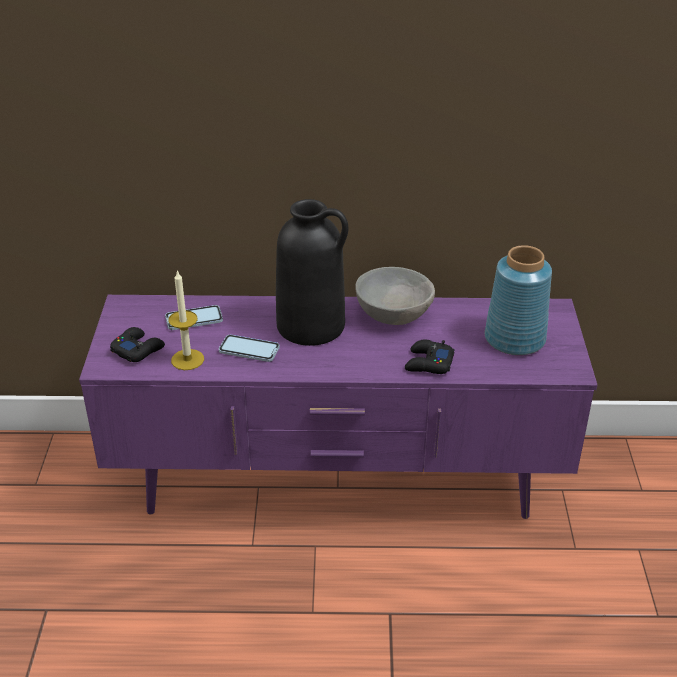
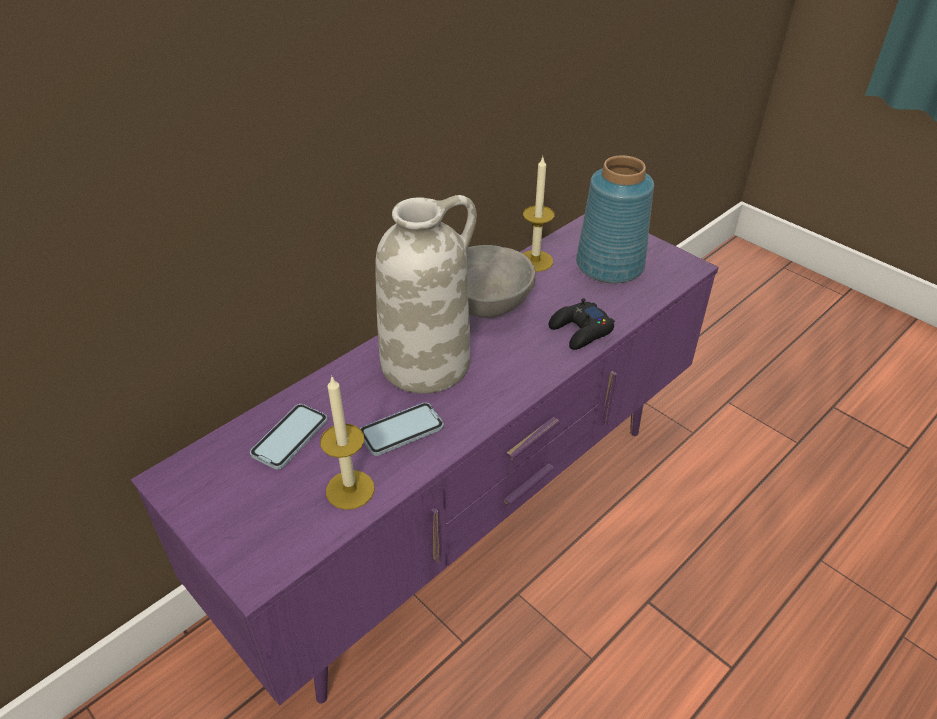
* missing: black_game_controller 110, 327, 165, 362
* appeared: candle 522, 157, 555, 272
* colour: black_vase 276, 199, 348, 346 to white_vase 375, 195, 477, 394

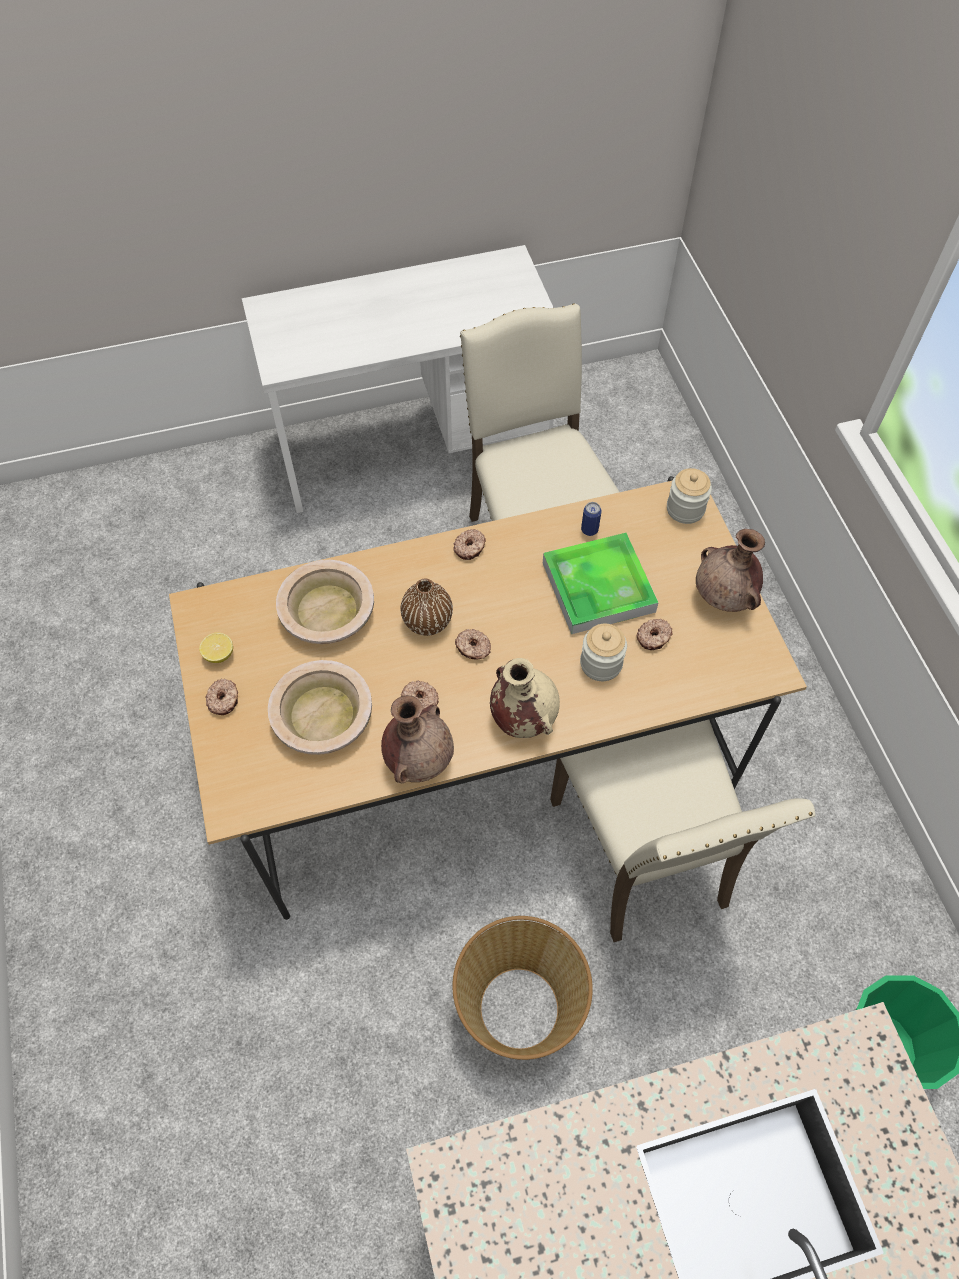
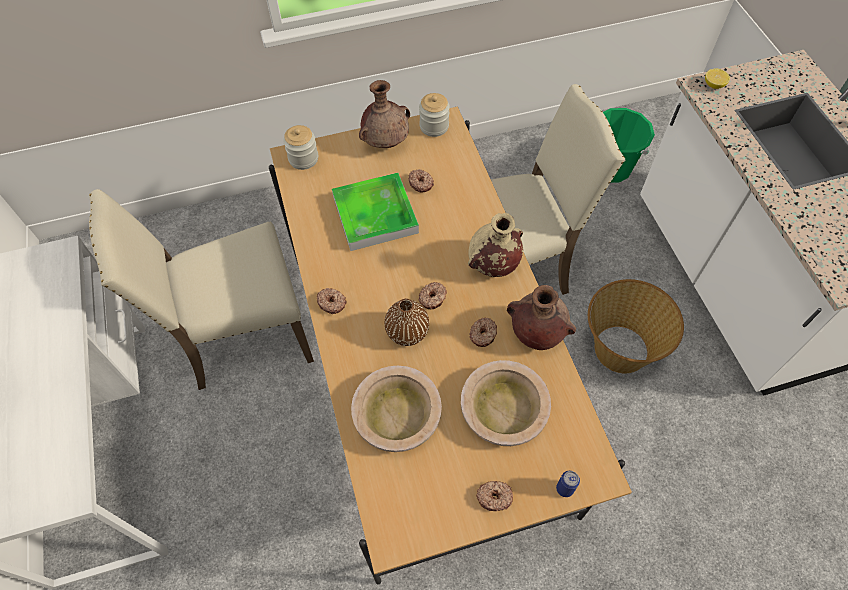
* relocated: lemon 199, 632, 233, 663 to 705, 68, 730, 89
* relocated: jar 580, 624, 627, 681 to 419, 93, 450, 137
* relocated: can 581, 502, 602, 536 to 556, 471, 580, 497

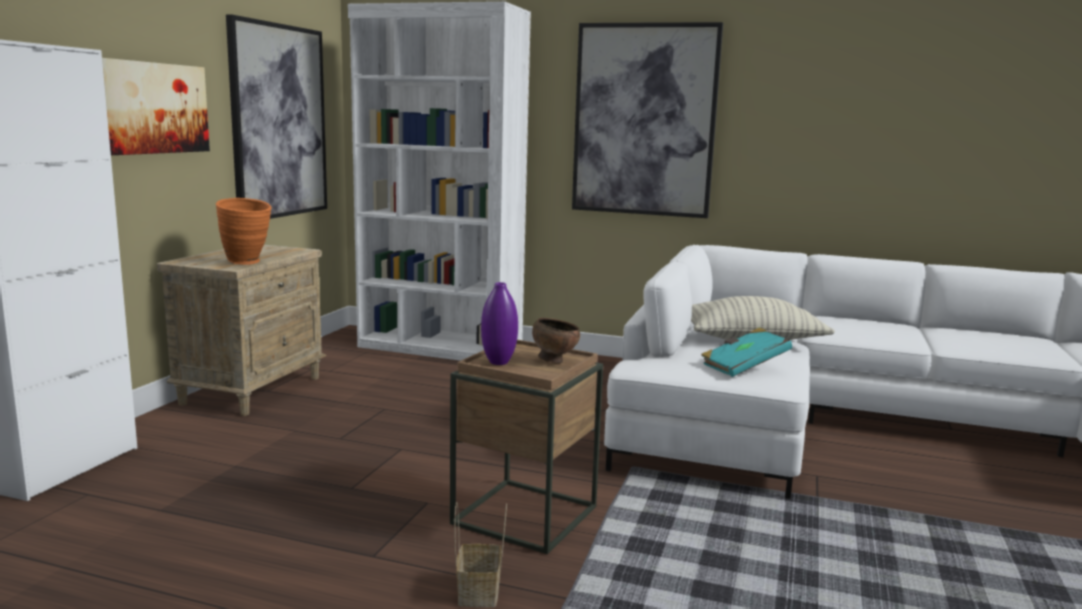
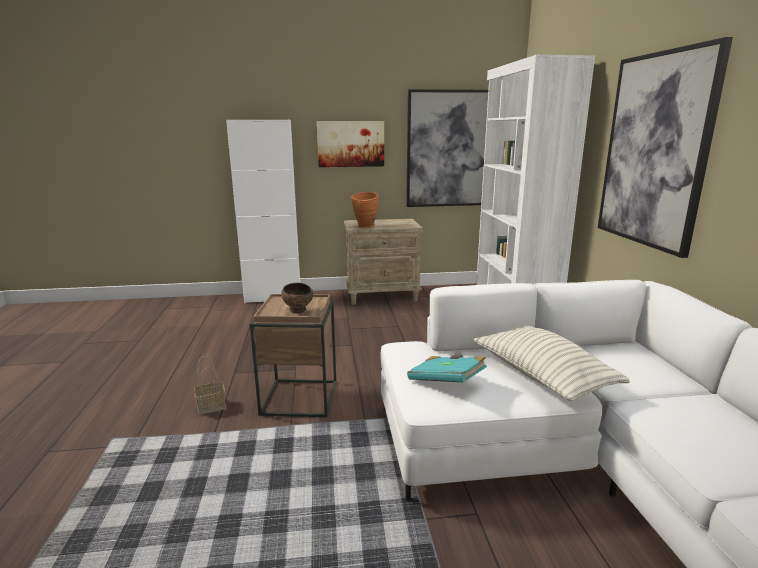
* missing: purple_vase 481, 282, 518, 365

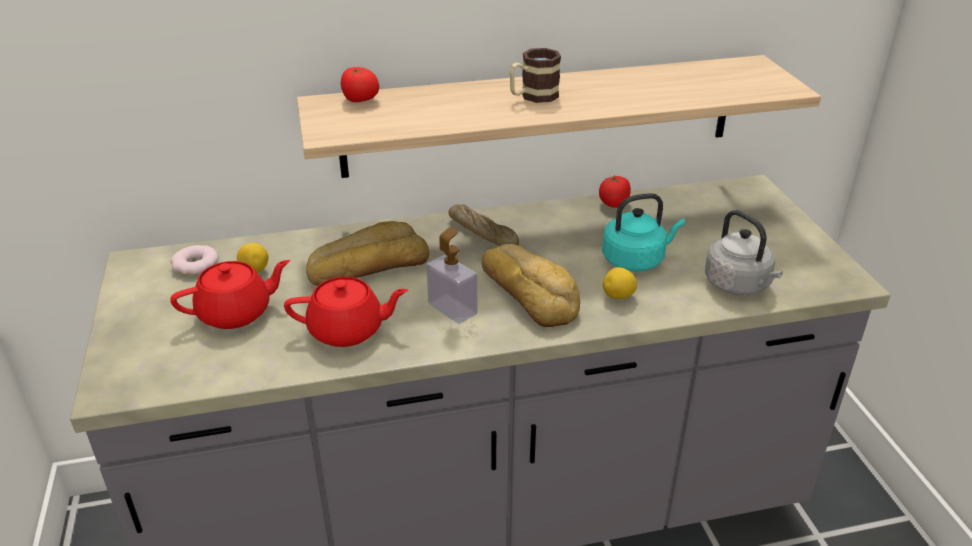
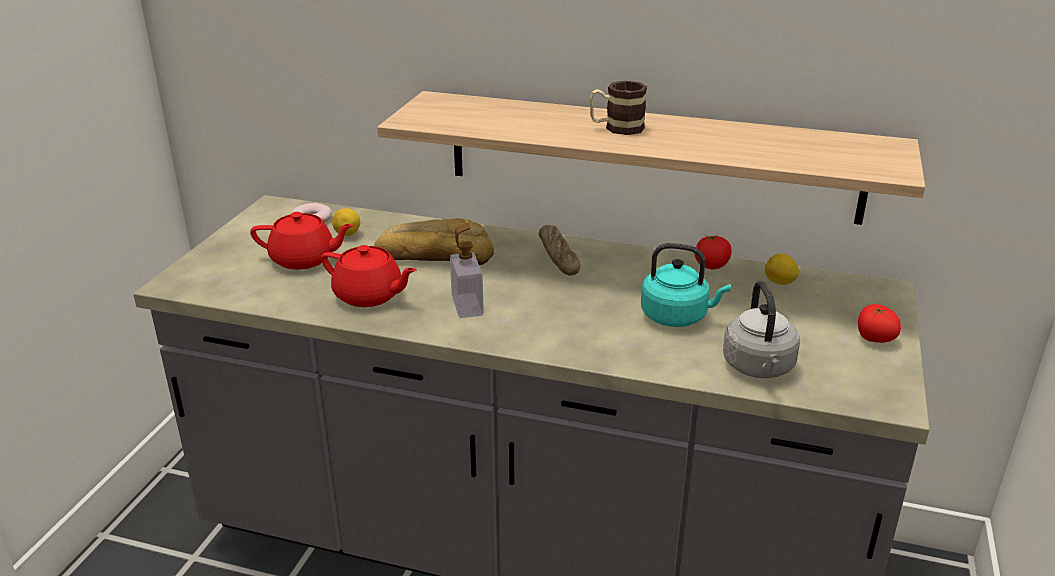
* missing: bread 481, 244, 580, 327
* relocated: tomato 341, 67, 379, 102 to 858, 304, 901, 343
* relocated: lemon 603, 267, 637, 299 to 765, 254, 799, 285

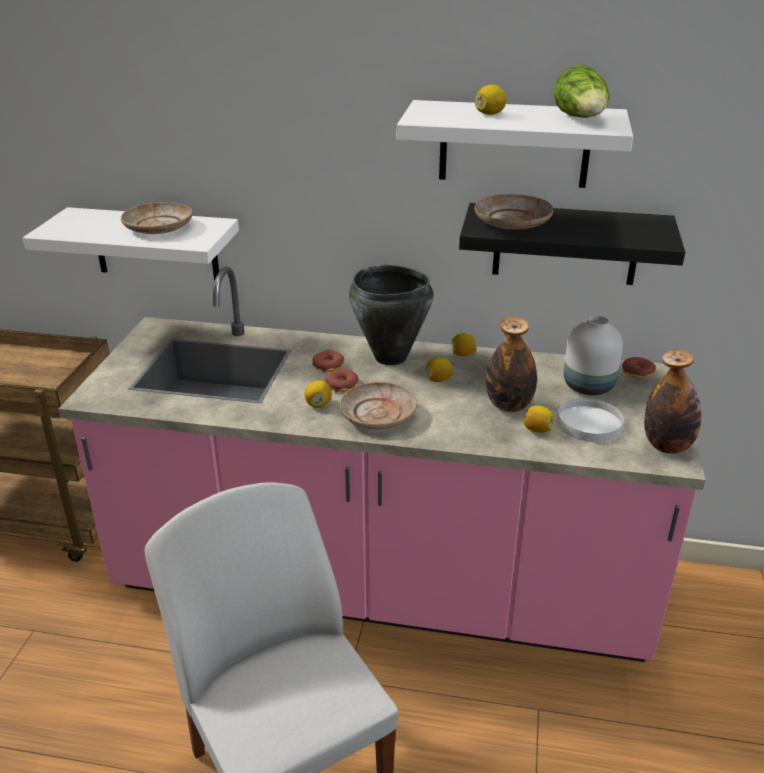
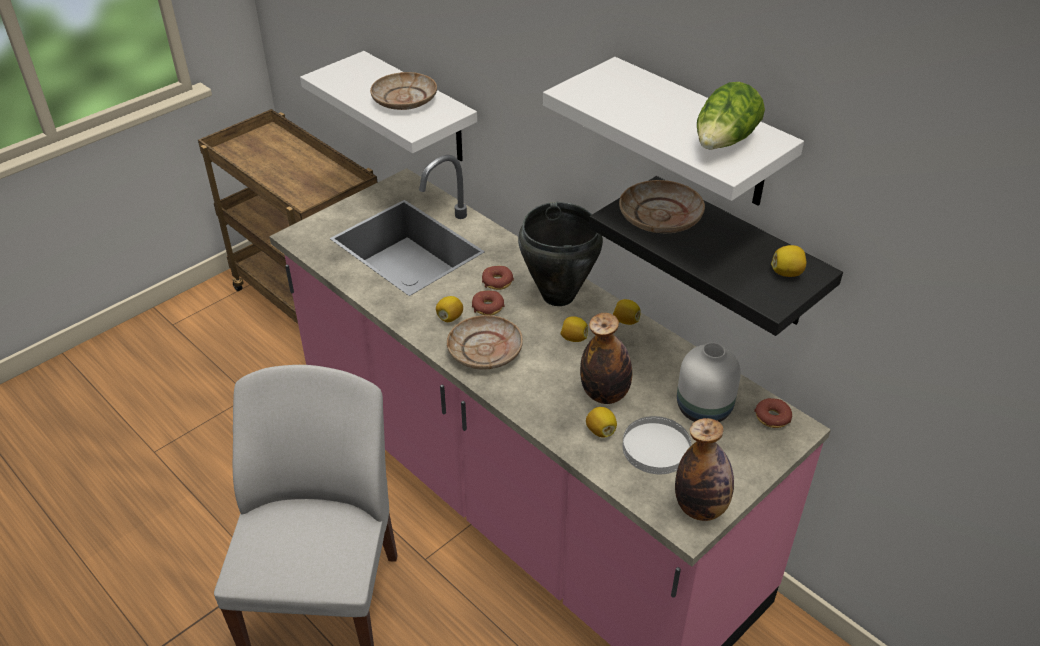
* relocated: lemon 475, 85, 507, 115 to 771, 245, 806, 277

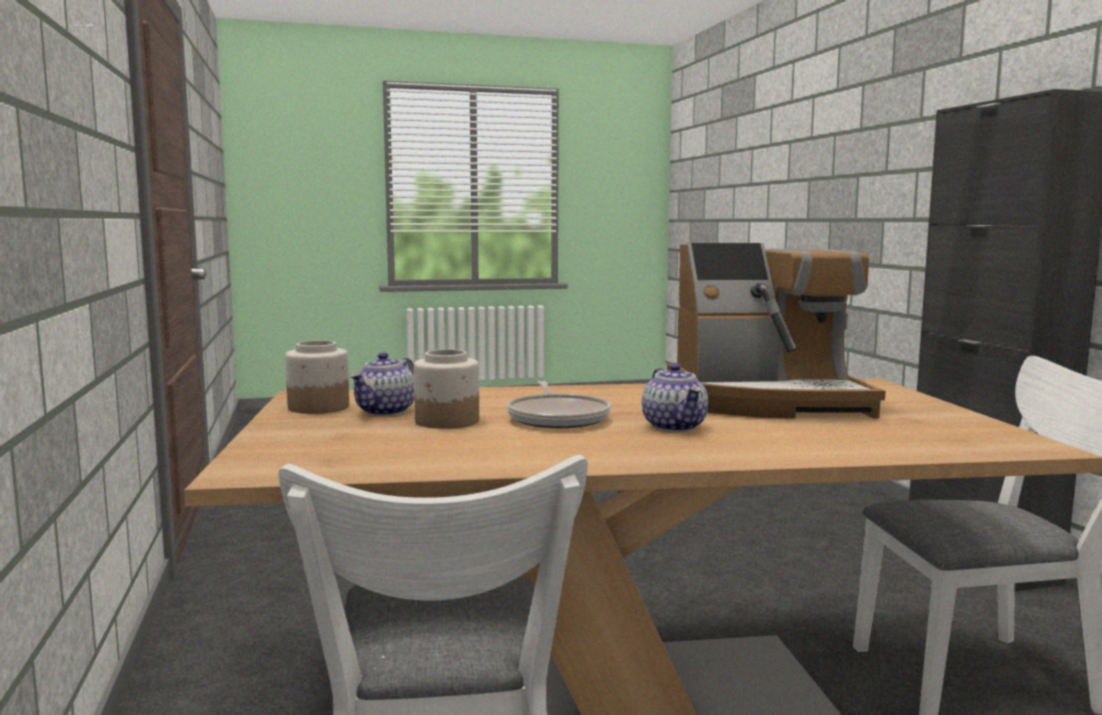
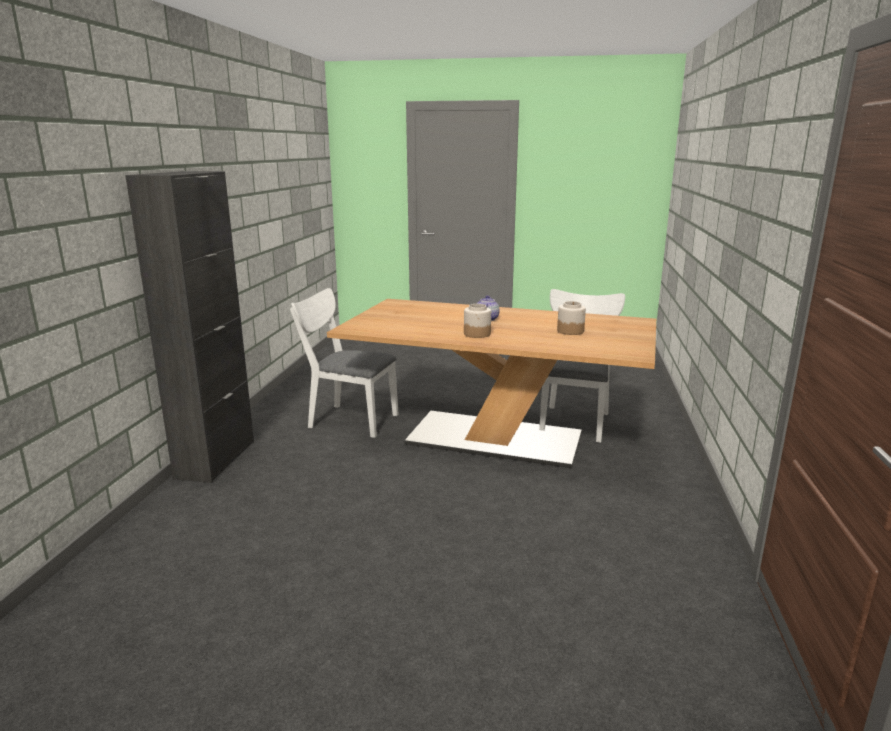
* missing: teapot 350, 352, 414, 416
* missing: frying_pan 507, 381, 611, 428
* missing: coffee_machine 667, 243, 886, 419
* relocated: jar 285, 340, 349, 414 to 464, 304, 491, 338

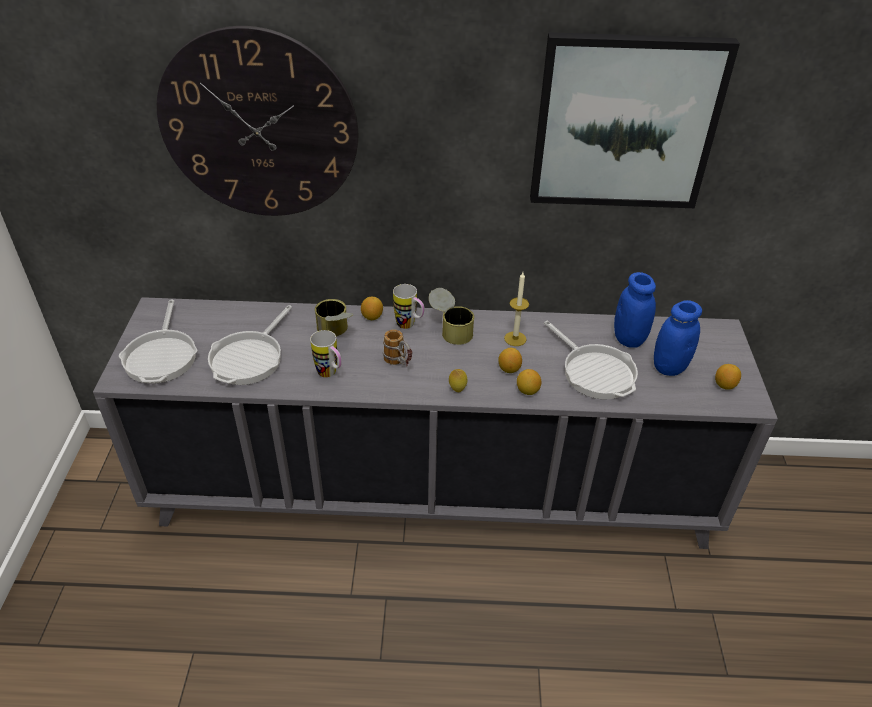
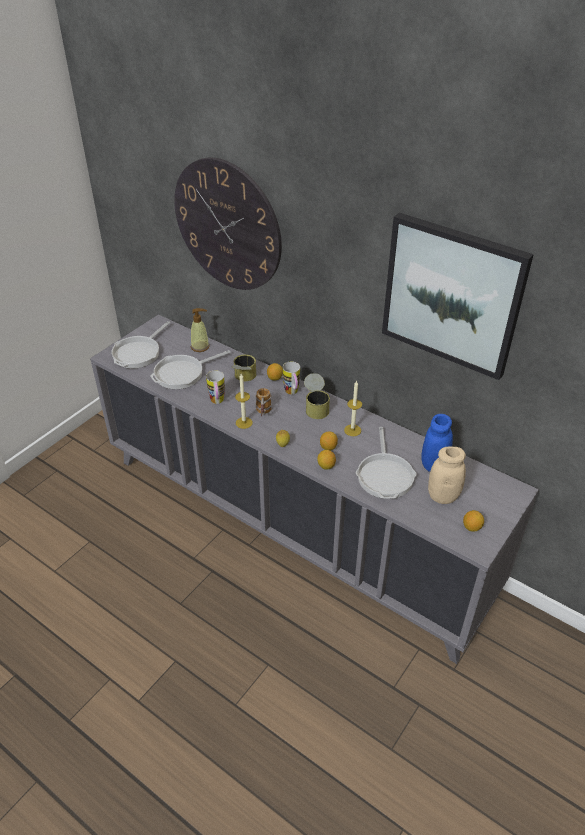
* appeared: soap_dispenser 191, 308, 210, 352
* appeared: candle 235, 374, 253, 429
* colour: blue_jar 654, 300, 702, 376 to beige_jar 428, 446, 466, 504

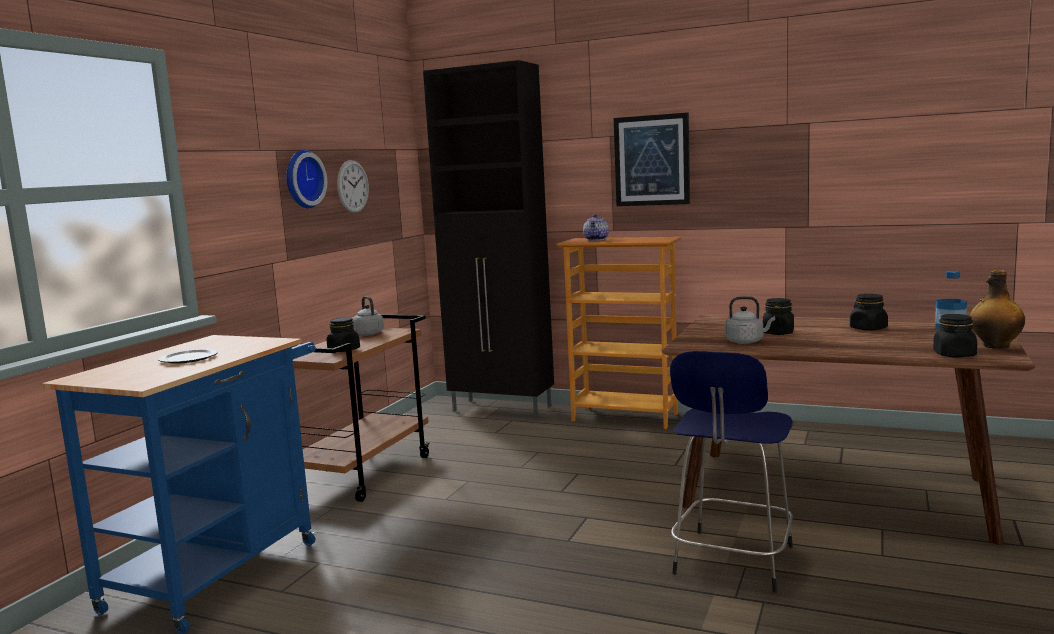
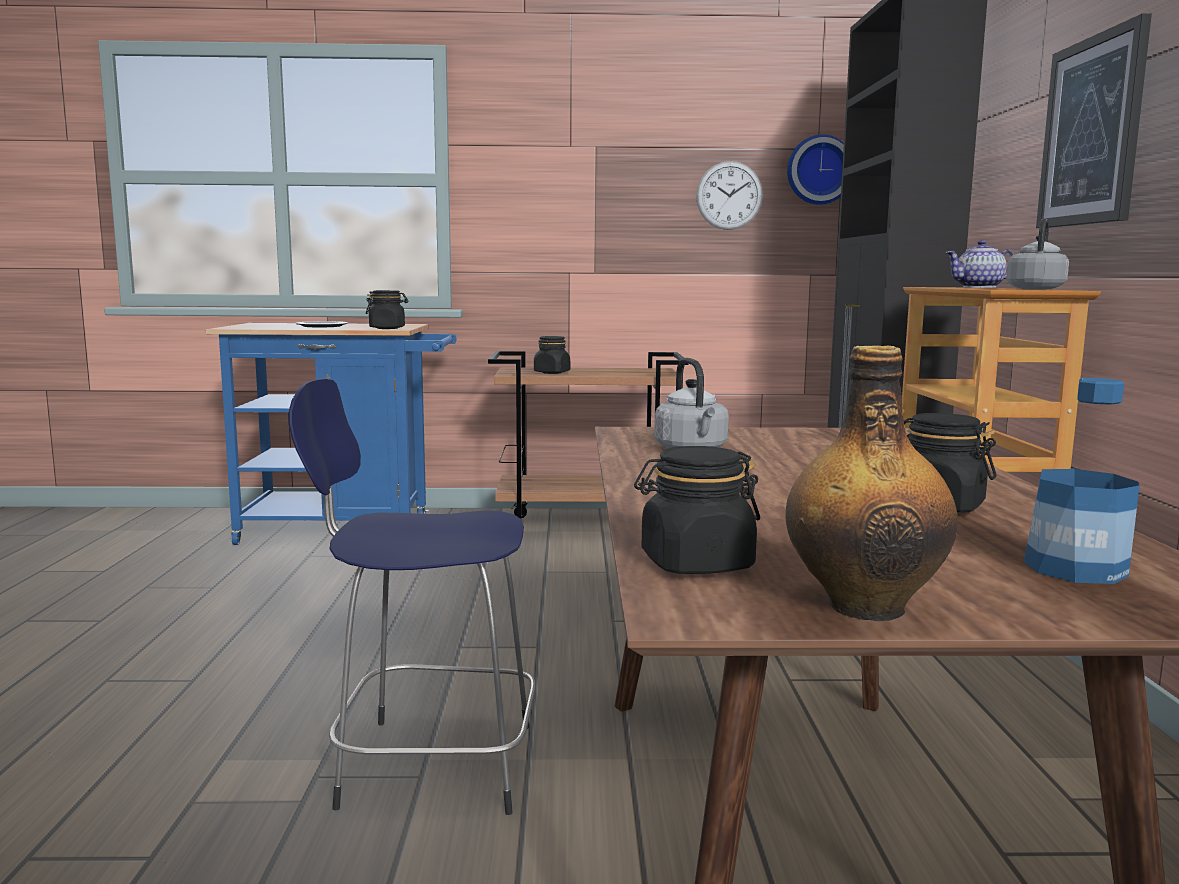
* relocated: wall_clock 286, 150, 327, 208 to 787, 135, 844, 205
* relocated: grey_kettle 352, 296, 384, 336 to 1006, 219, 1069, 290
* relocated: black_jar 763, 298, 794, 335 to 366, 290, 408, 329

